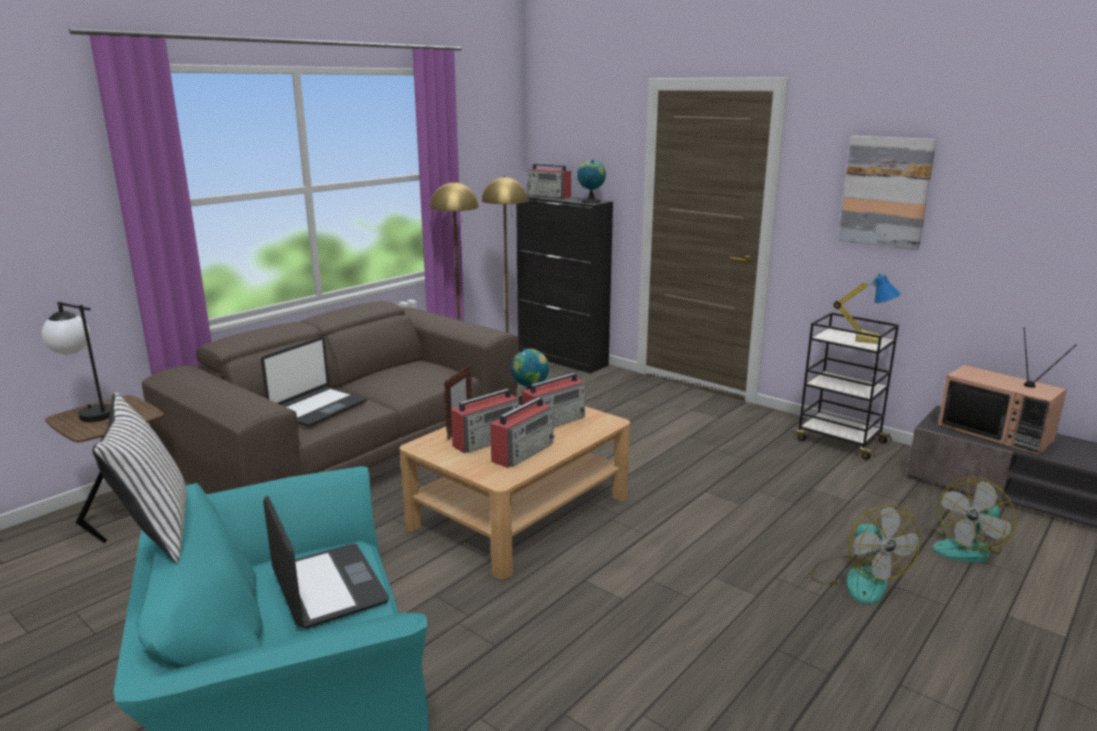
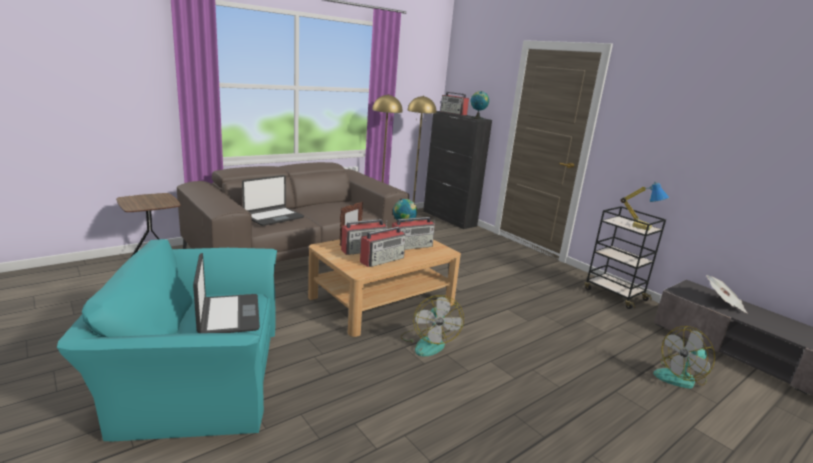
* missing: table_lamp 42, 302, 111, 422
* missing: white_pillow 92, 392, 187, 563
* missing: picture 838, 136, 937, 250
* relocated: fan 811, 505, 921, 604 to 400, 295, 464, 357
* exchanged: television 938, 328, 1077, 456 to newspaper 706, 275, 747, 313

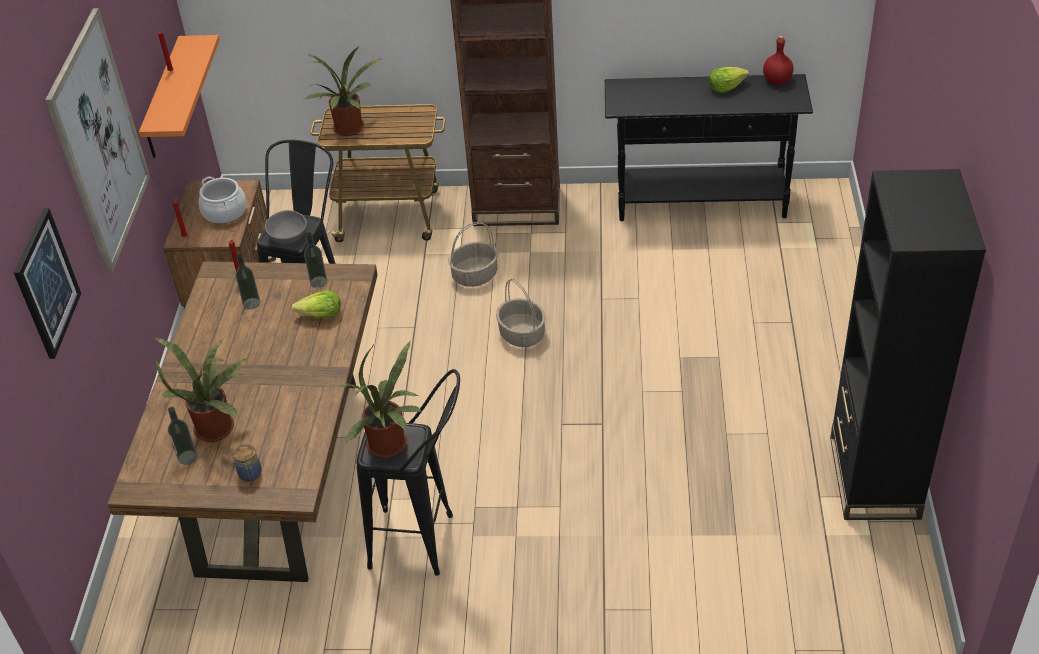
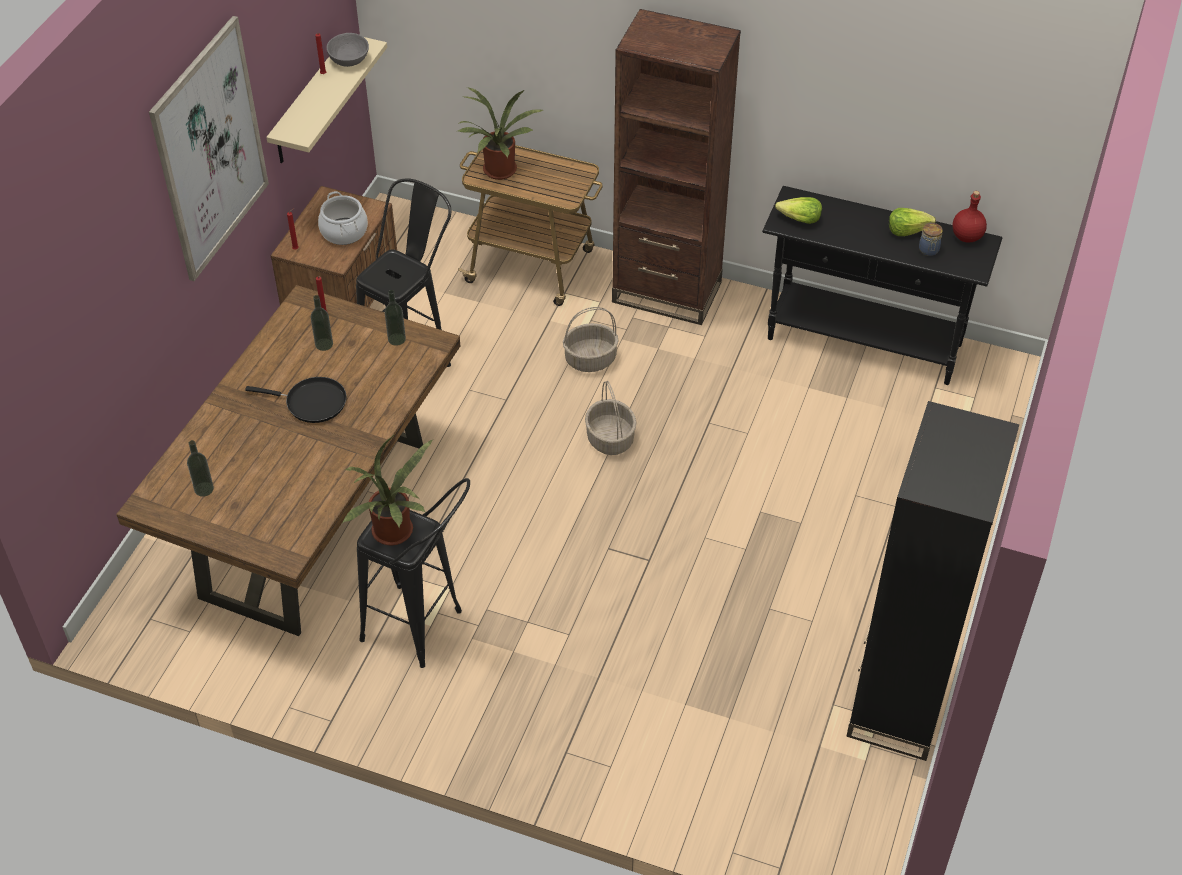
* missing: picture 14, 208, 81, 359
* missing: potted_plant 154, 338, 248, 442
* appeared: black_frying_pan 245, 377, 347, 423
* relocated: jar 233, 444, 262, 482 to 919, 223, 943, 256
* relocated: grey_bowl 265, 210, 307, 244 to 327, 33, 369, 67
* relocated: lettuce 291, 290, 341, 318 to 775, 197, 822, 224
* colour: orange_shelf 139, 35, 220, 158 to beige_shelf 266, 37, 387, 163

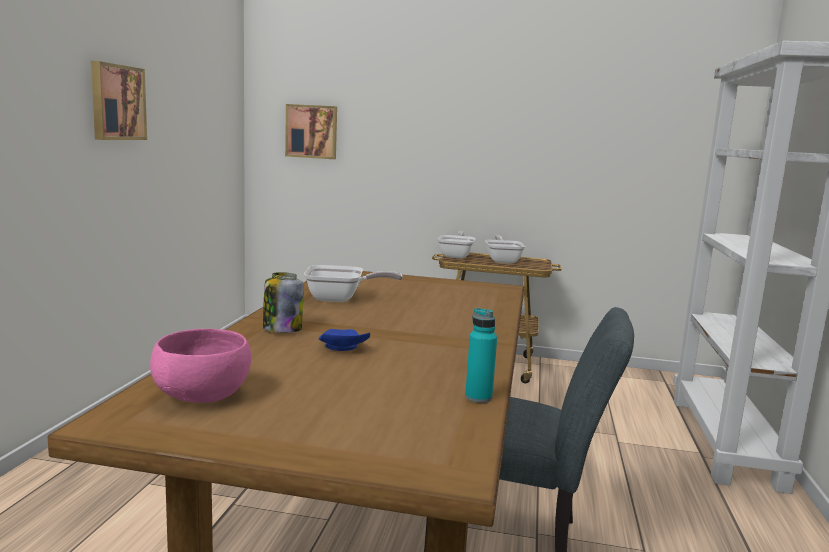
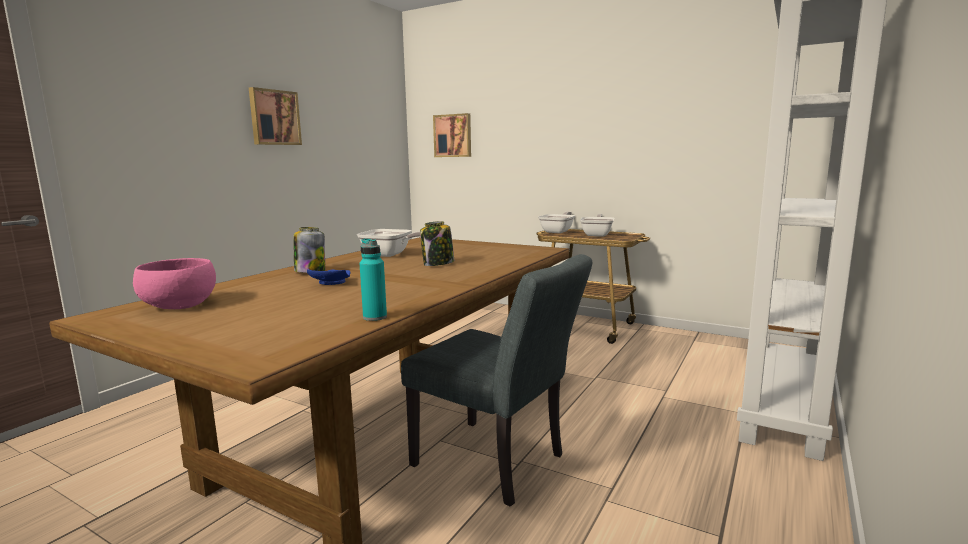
* appeared: jar 420, 221, 454, 266

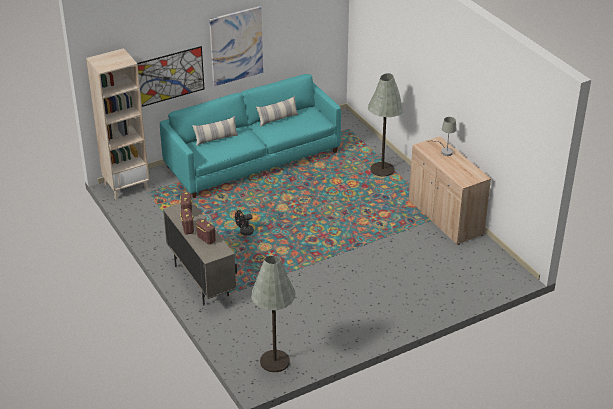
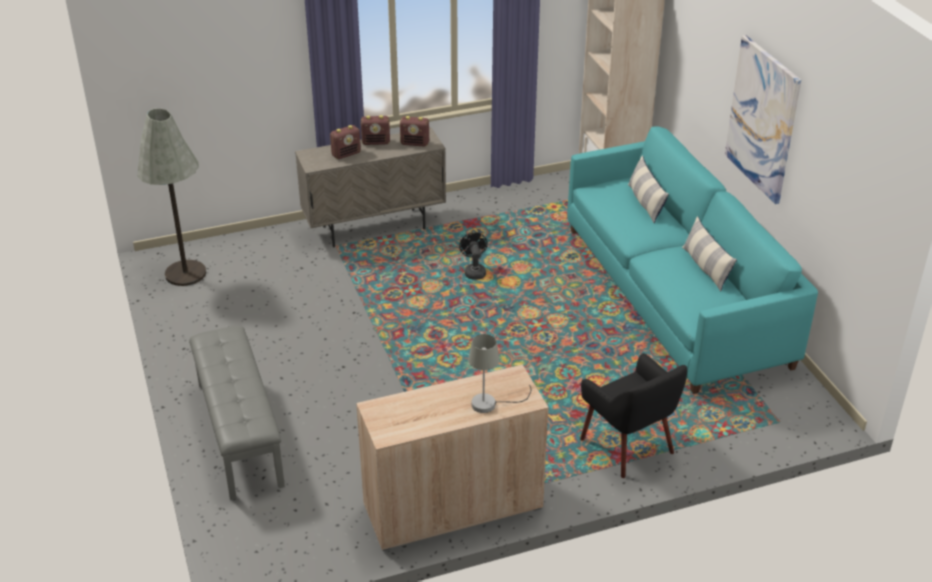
* missing: picture 137, 46, 204, 107
* appeared: grey_bench 189, 326, 285, 500
* exchanged: grey_floor_lamp 368, 73, 403, 177 to black_armchair 580, 353, 687, 478

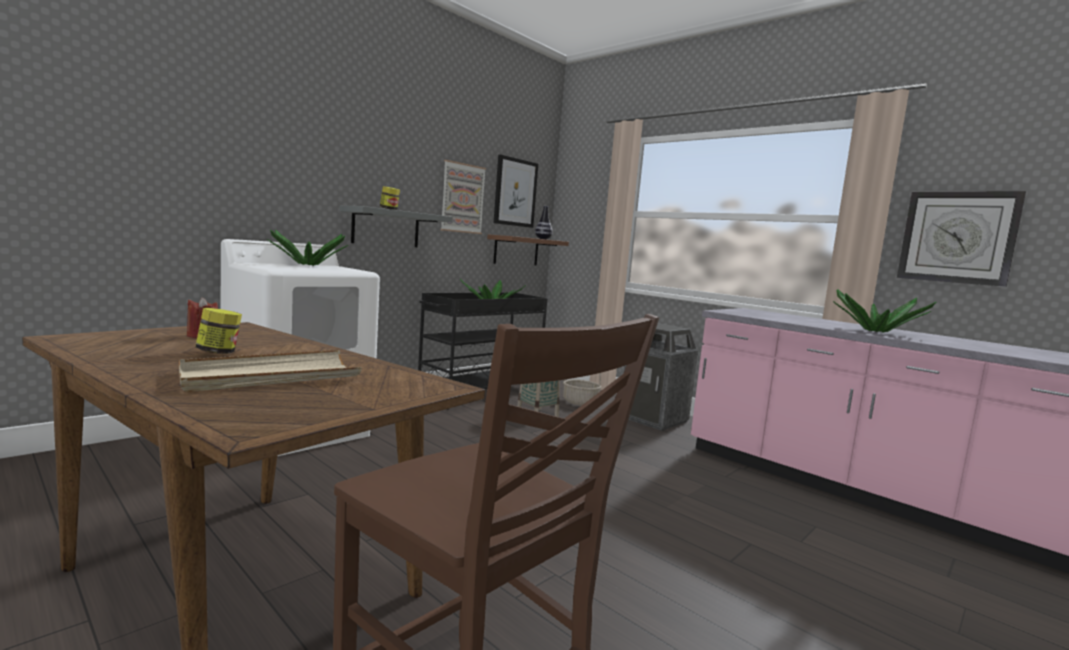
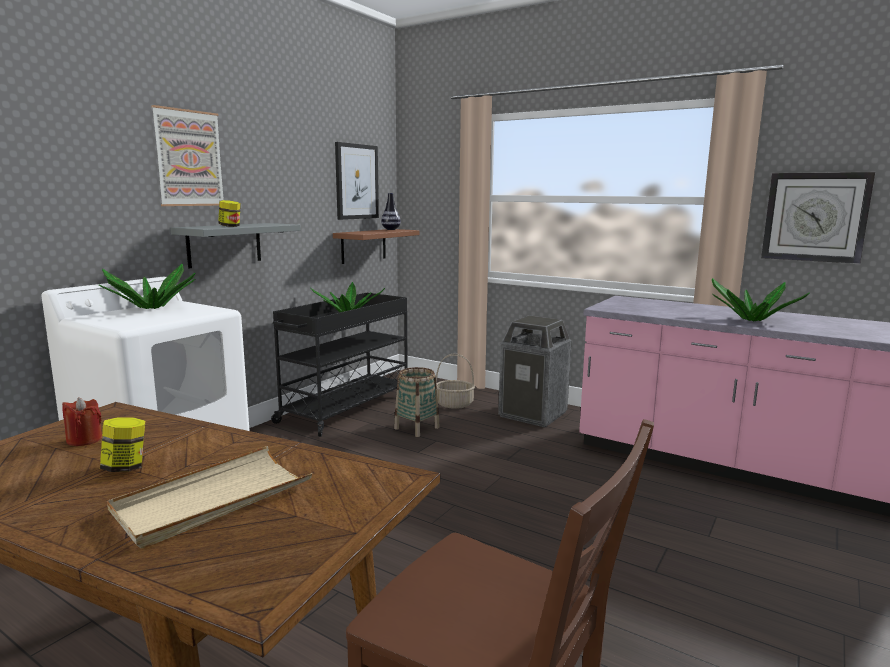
* relocated: picture 440, 160, 486, 234 to 151, 105, 224, 206

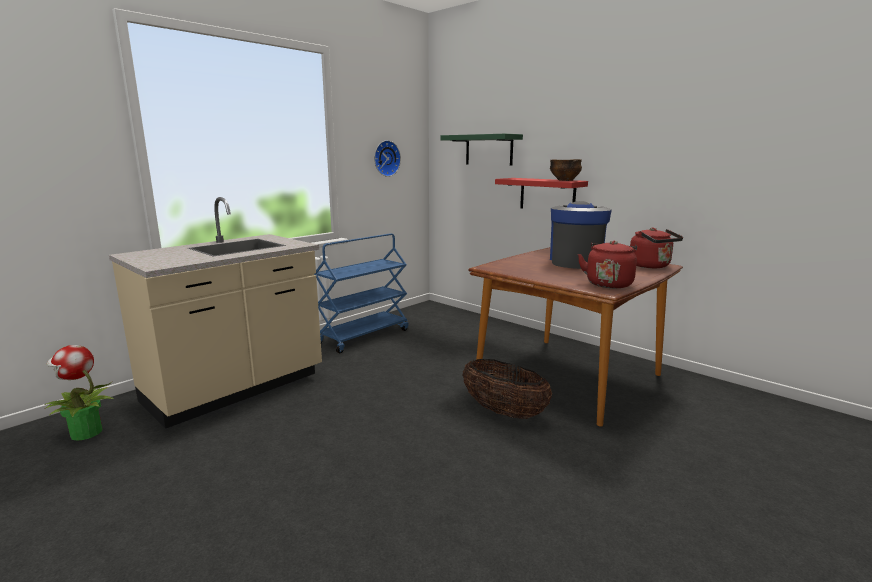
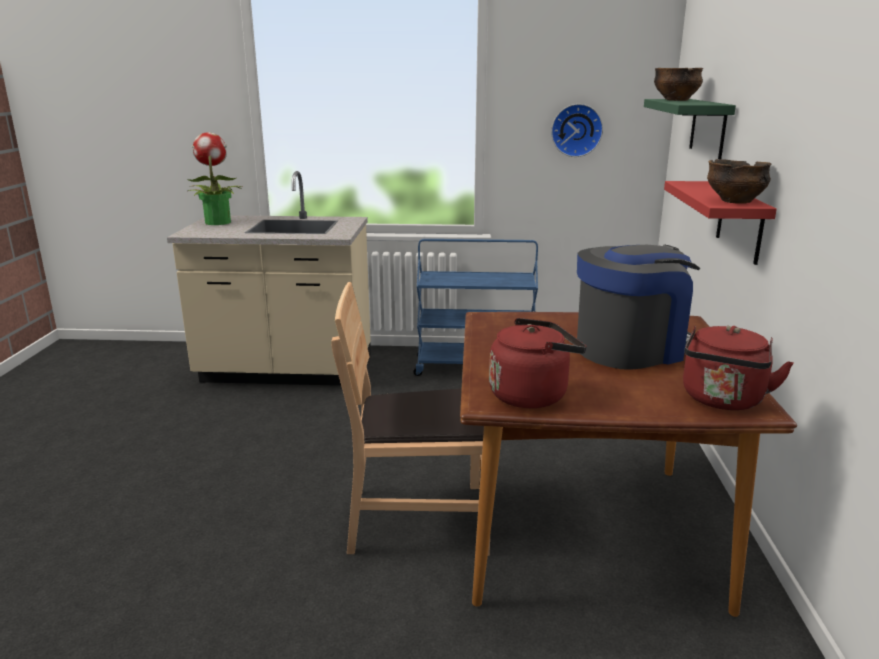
* appeared: bowl 654, 68, 703, 101
* relocated: potted_plant 45, 345, 114, 441 to 188, 132, 242, 225
* exchanged: basket 463, 359, 552, 419 to brown_chair 331, 282, 490, 556

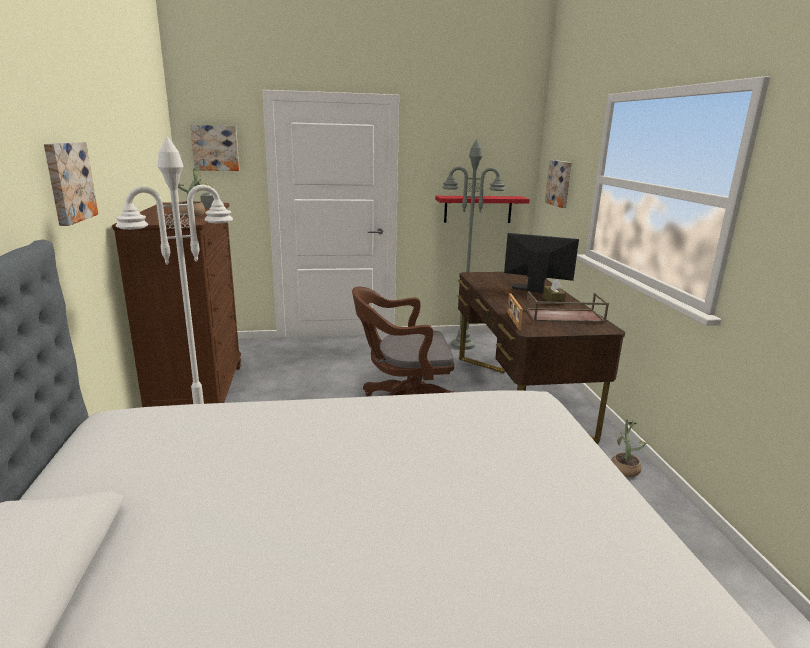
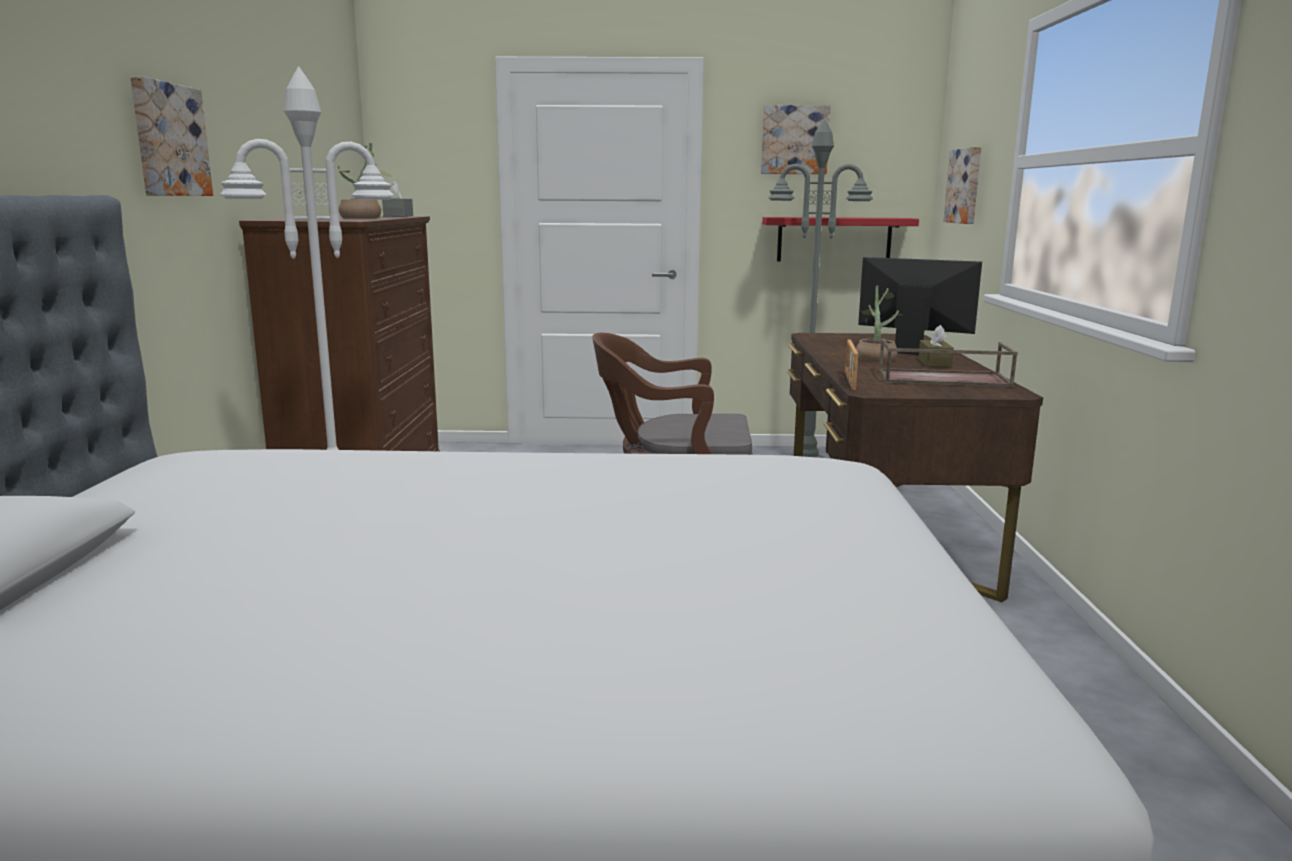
* relocated: picture 190, 125, 239, 171 to 761, 105, 831, 174
* relocated: potted_plant 611, 419, 647, 477 to 856, 286, 903, 362

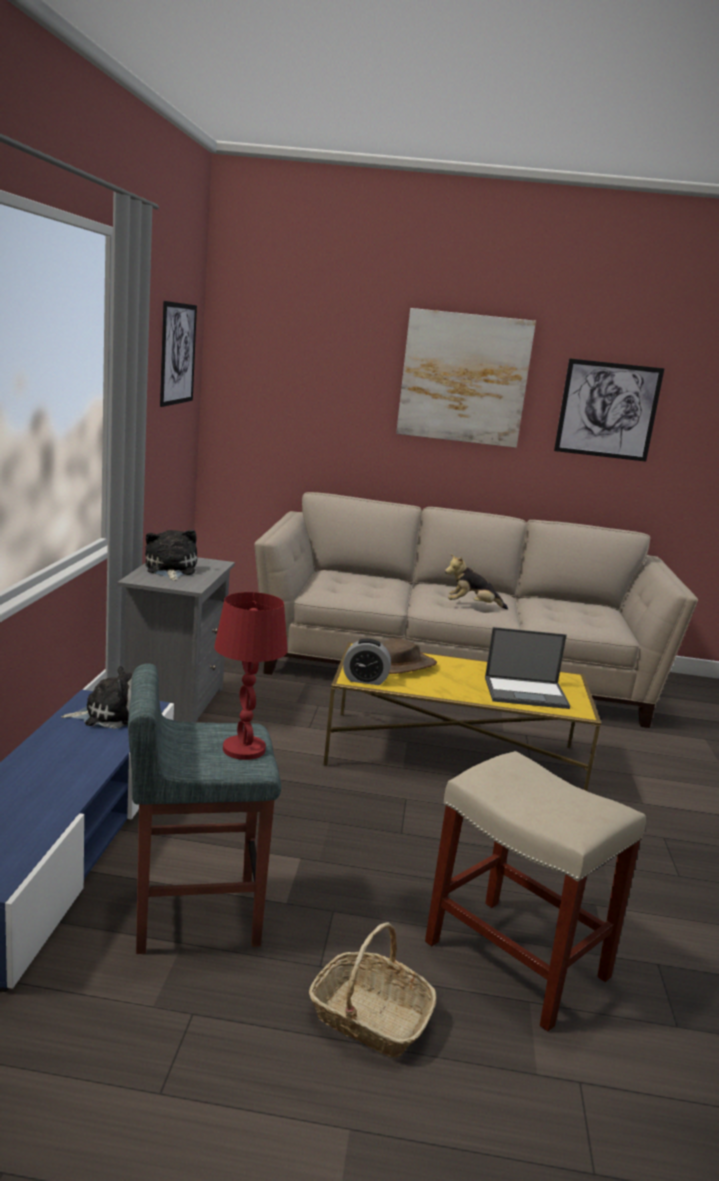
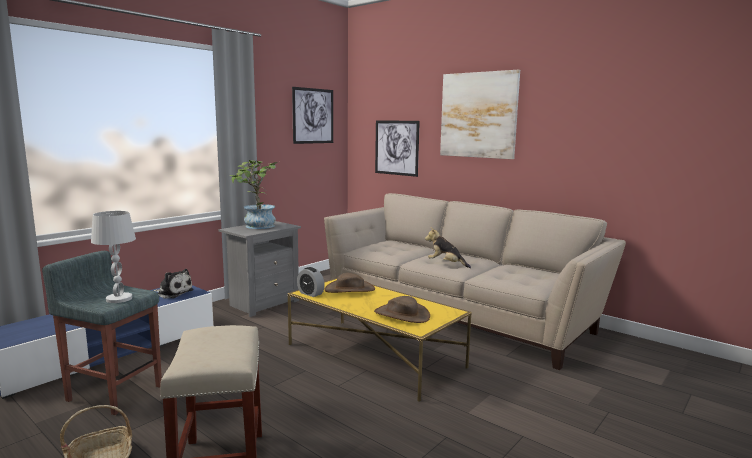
* relocated: picture 554, 358, 664, 462 to 375, 121, 420, 177
* exchanged: plush_toy 145, 530, 197, 581 to potted_plant 230, 160, 278, 229
* exchanged: laptop 485, 627, 570, 709 to brown_hat 374, 296, 430, 323
* colour: red_table_lamp 214, 592, 288, 760 to white_table_lamp 91, 211, 136, 303

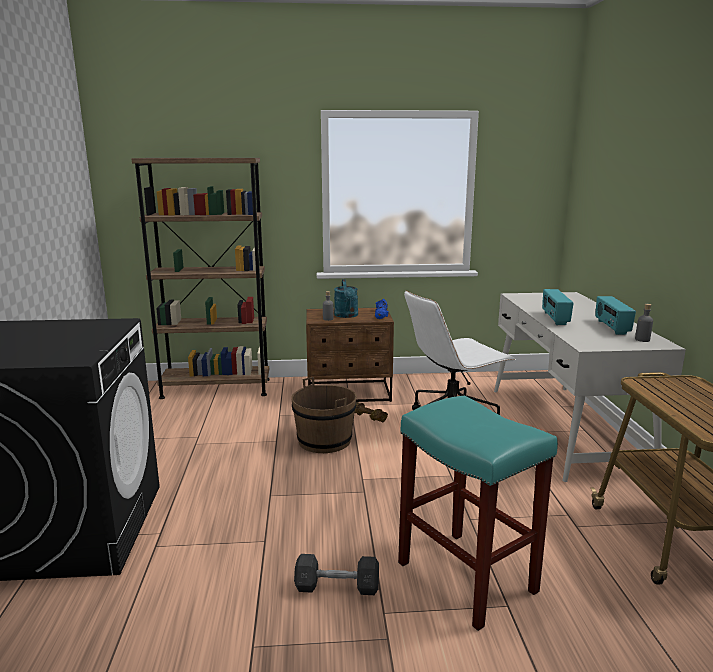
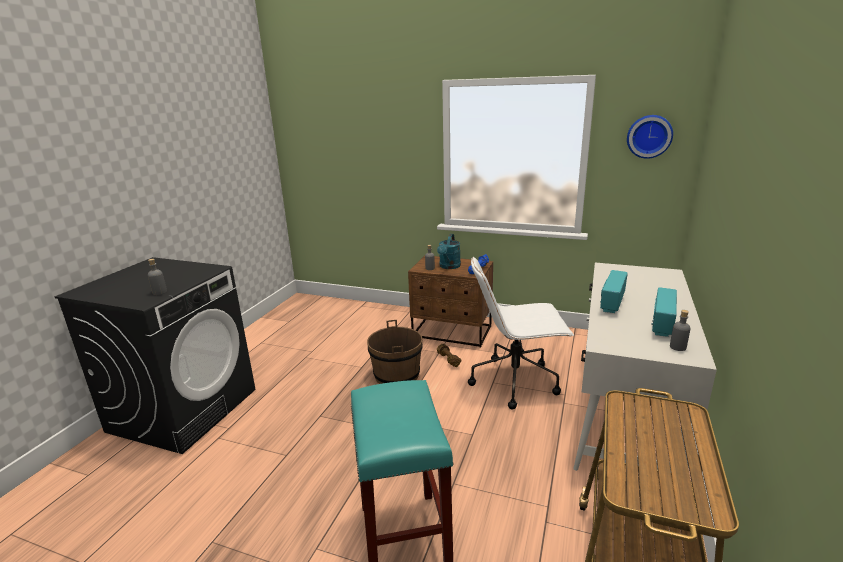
* missing: brown_bookcase 131, 158, 270, 399
* missing: grey_dumbbell 294, 554, 379, 595
* appeared: grey_bottle 148, 259, 167, 295
* appeared: wall_clock 627, 115, 673, 159

